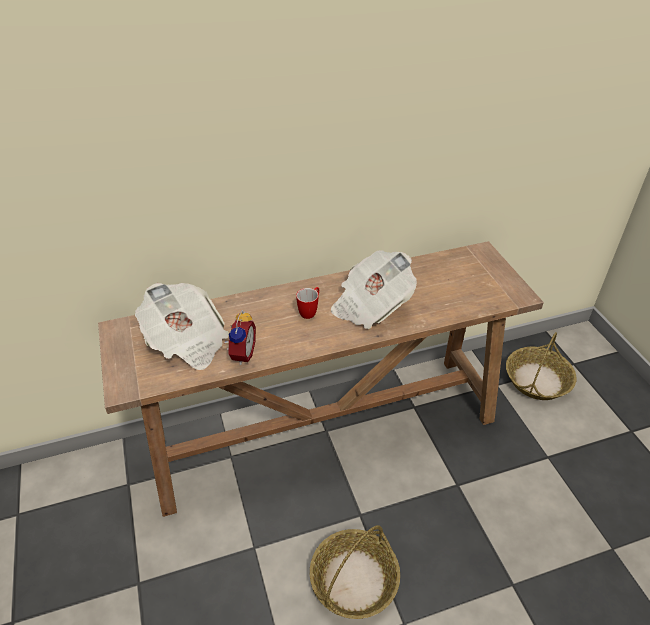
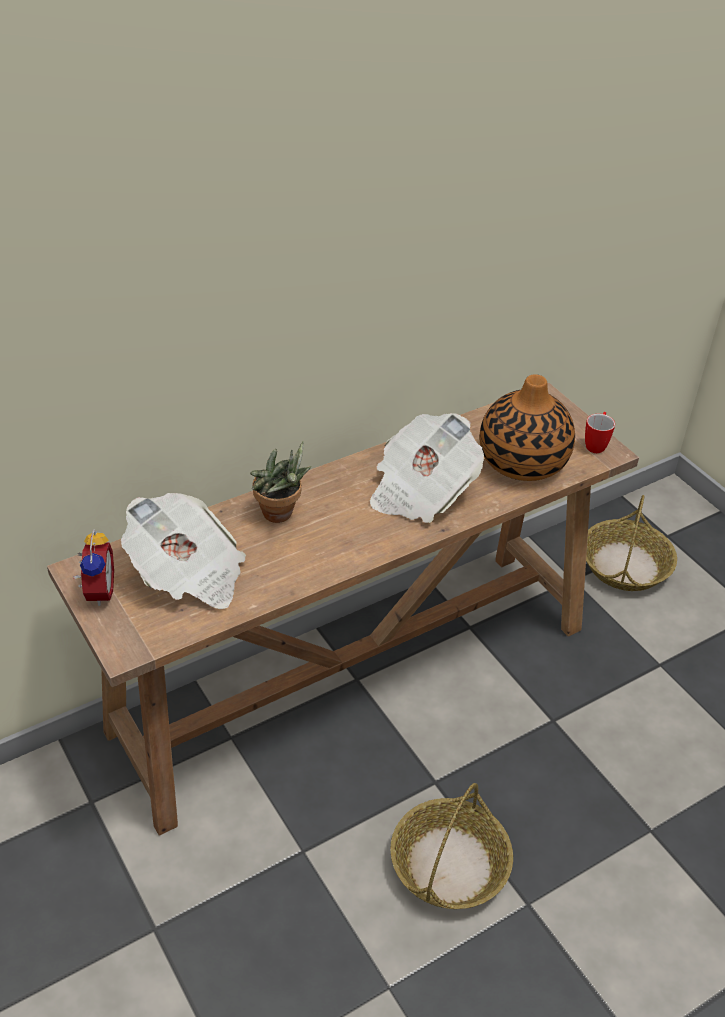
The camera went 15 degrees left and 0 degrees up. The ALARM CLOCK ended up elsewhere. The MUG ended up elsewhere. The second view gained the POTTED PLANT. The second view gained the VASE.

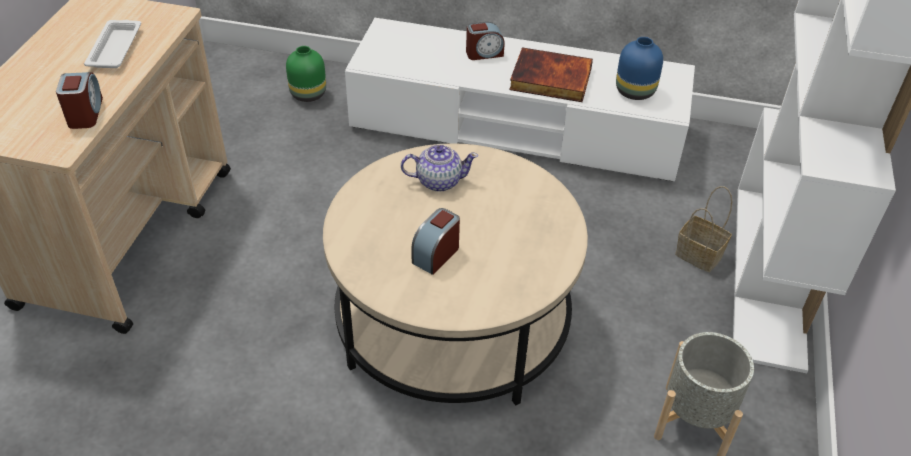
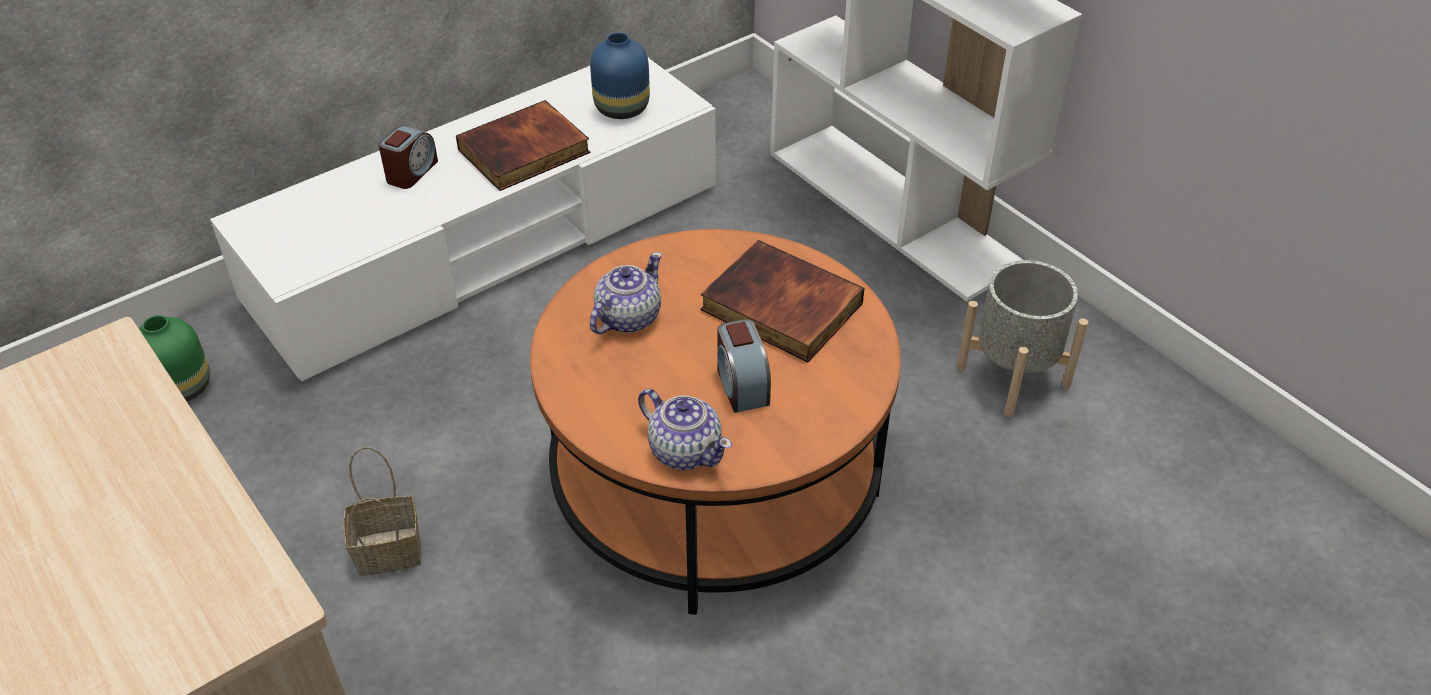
The camera went 50 degrees left and 0 degrees up. The second view lost the ALARM CLOCK (1st from left). The second view lost the WHITE TRAY. What was the BEIGE COFFEE TABLE turned into the ORANGE COFFEE TABLE. The BASKET ended up elsewhere. The second view gained the TEAPOT (2nd from left). The second view gained the BOOK (2nd from left).

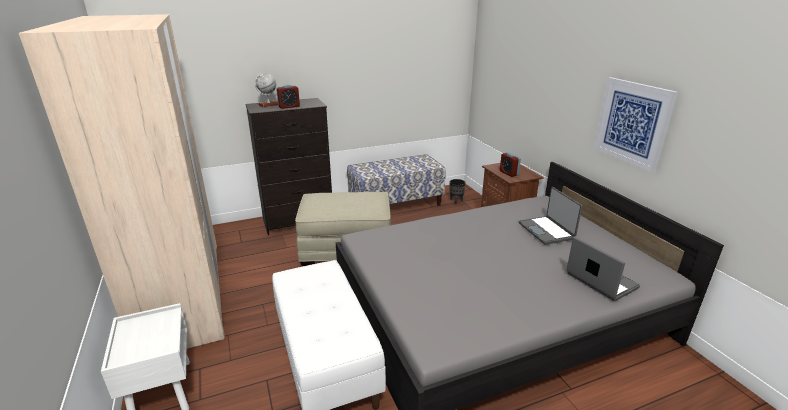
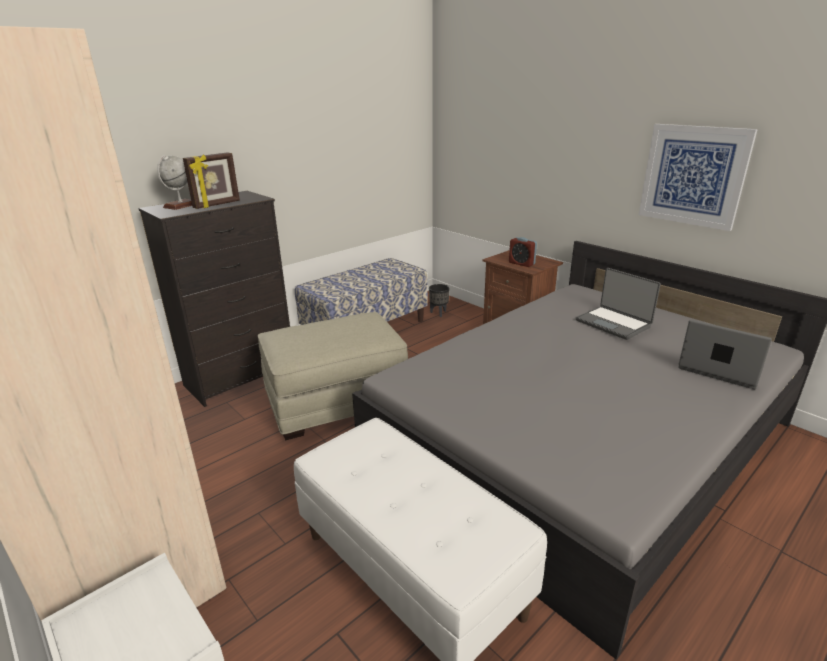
The camera went 20 degrees left and 0 degrees up. Where the ALARM CLOCK (1st from left) stood, the PICTURE FRAME came to stand.

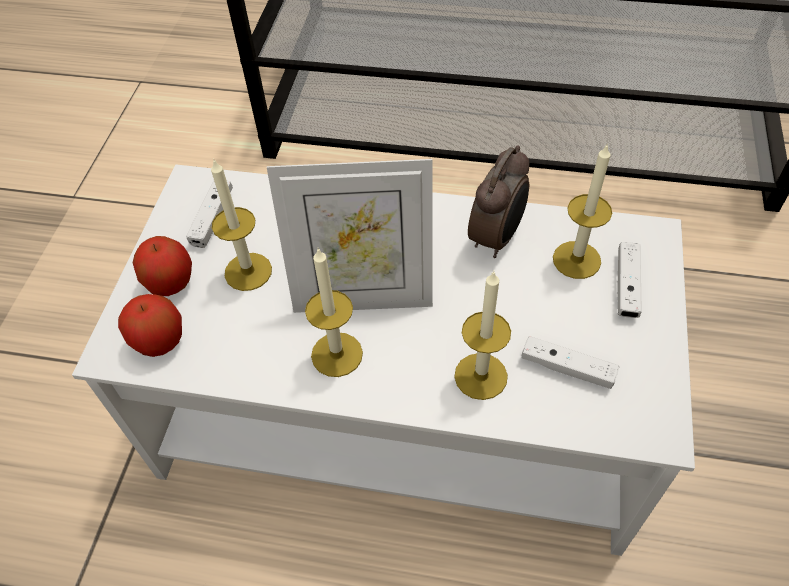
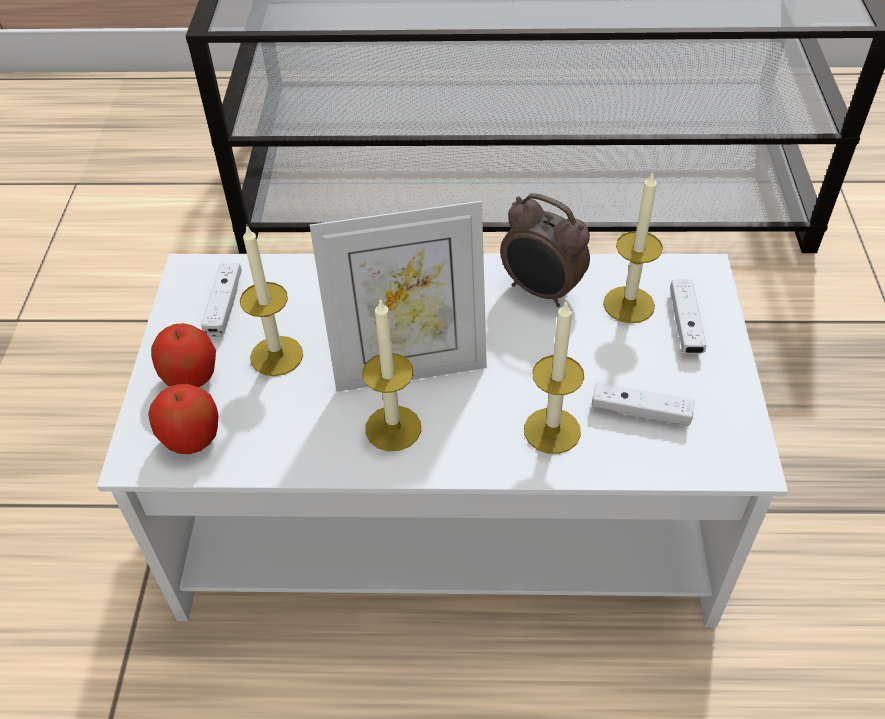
The camera went 10 degrees left and 5 degrees down. The ALARM CLOCK ended up facing another way, 105 degrees clockwise from before.

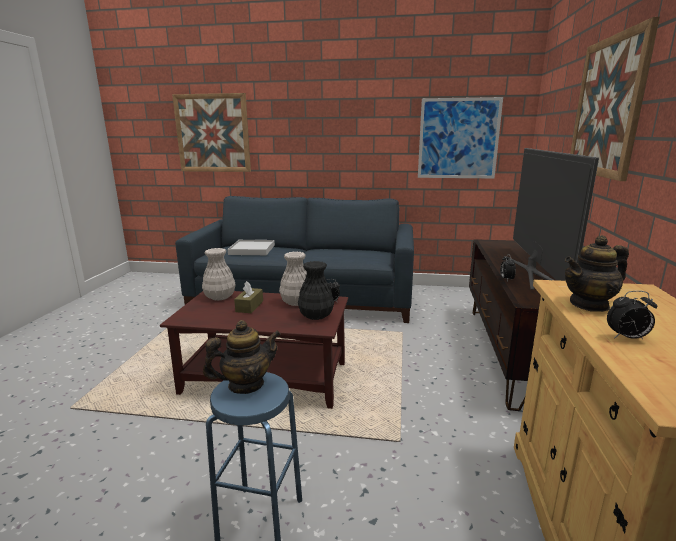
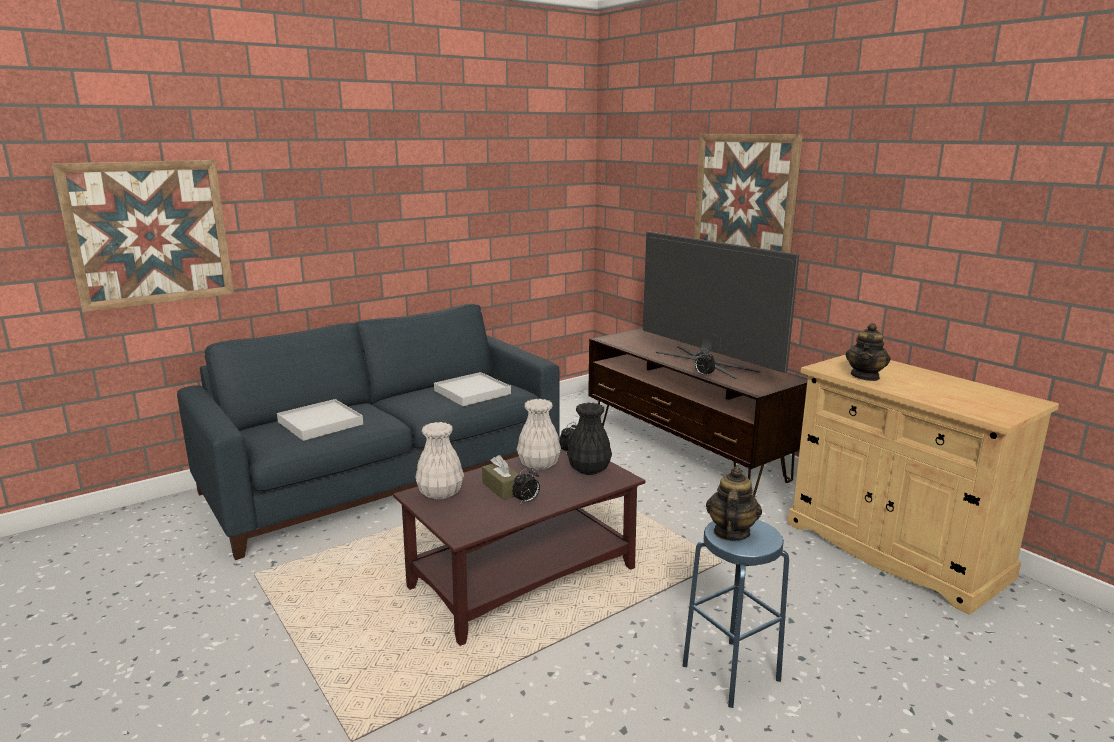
The camera went 45 degrees left and 0 degrees up. The second view lost the PICTURE (2nd from left). The ALARM CLOCK (3rd from left in the first image) ended up elsewhere. The second view gained the WHITE TRAY (2nd from left).

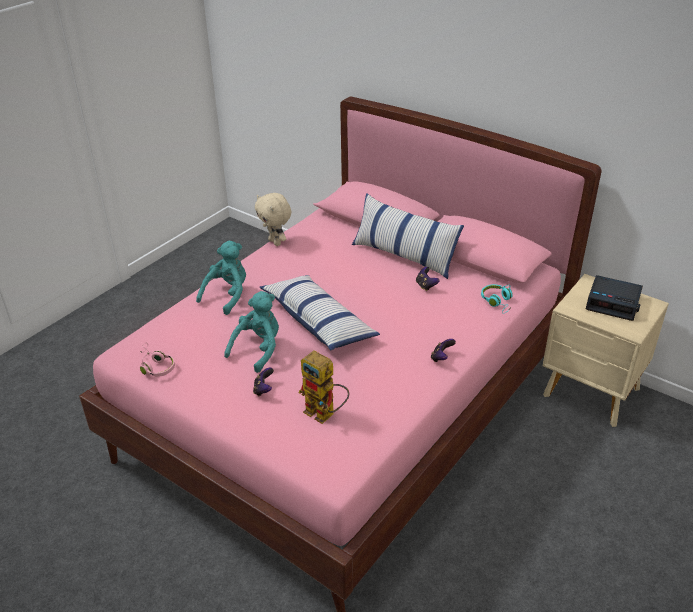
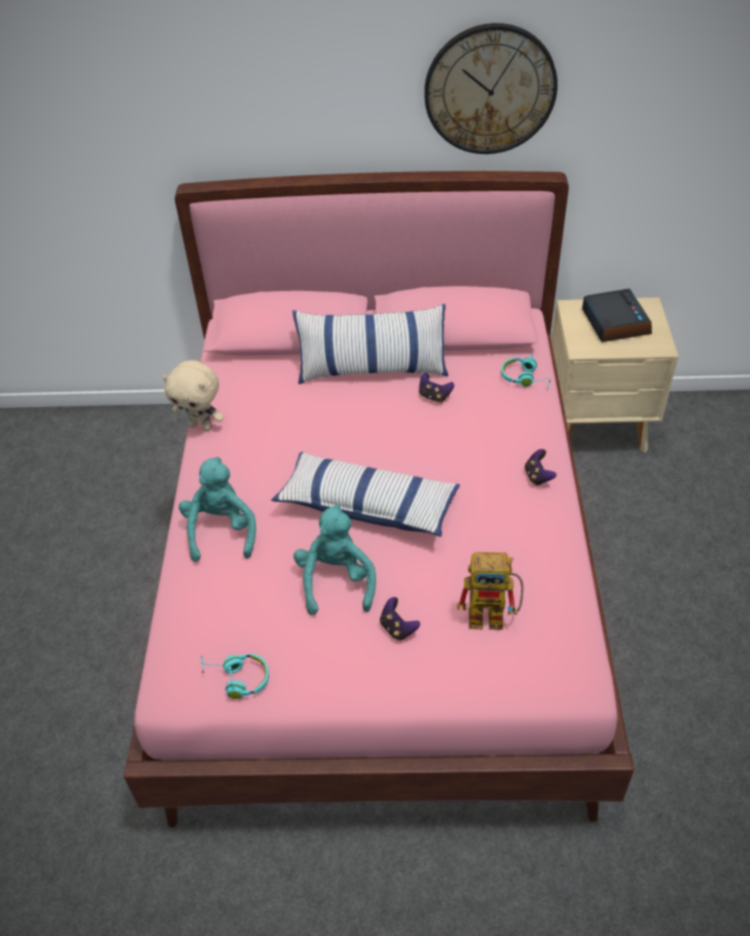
The camera went 35 degrees left and 10 degrees up. What was the PINK HEADPHONES turned into the TURQUOISE HEADPHONES (1st from left). The ALARM CLOCK ended up facing another way, 90 degrees counterclockwise from before. The second view gained the WALL CLOCK.

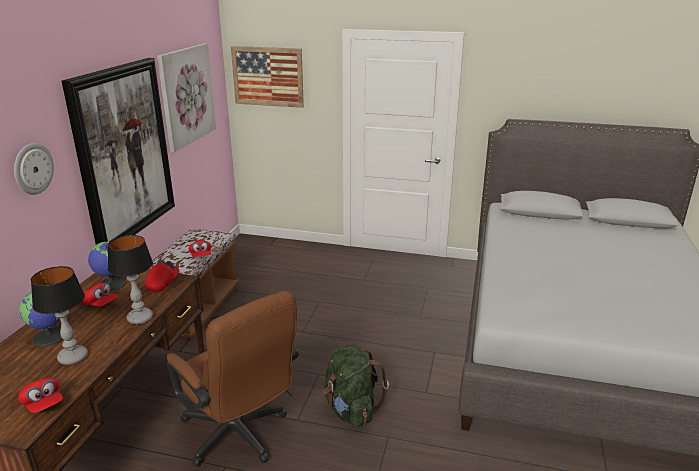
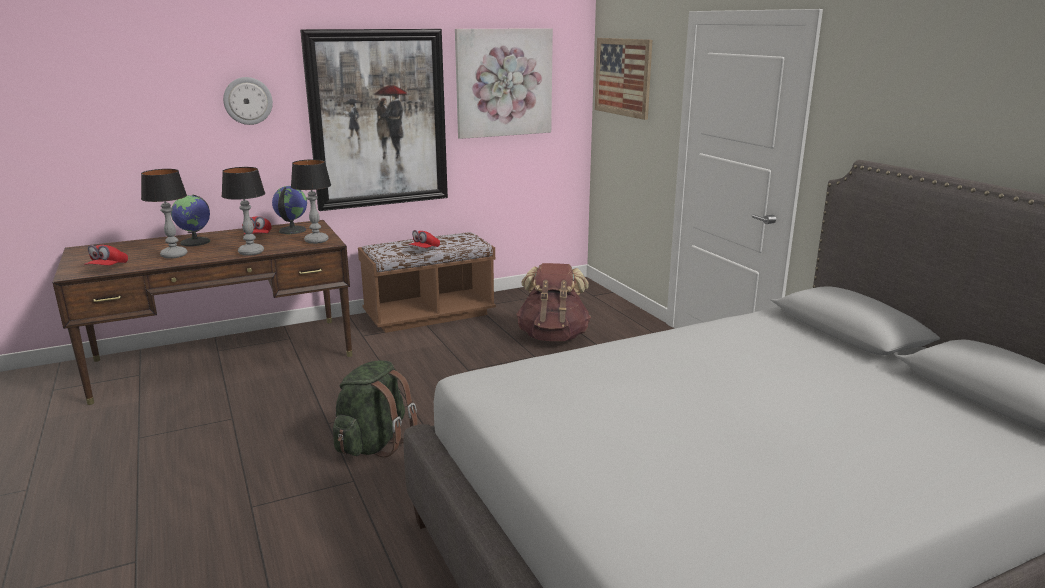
The camera went 50 degrees right and 5 degrees down. Where the RED CAP (3rd from left) stood, the TABLE LAMP (3rd from left) came to stand. The second view lost the BROWN OFFICE CHAIR. The second view gained the BROWN BACKPACK.

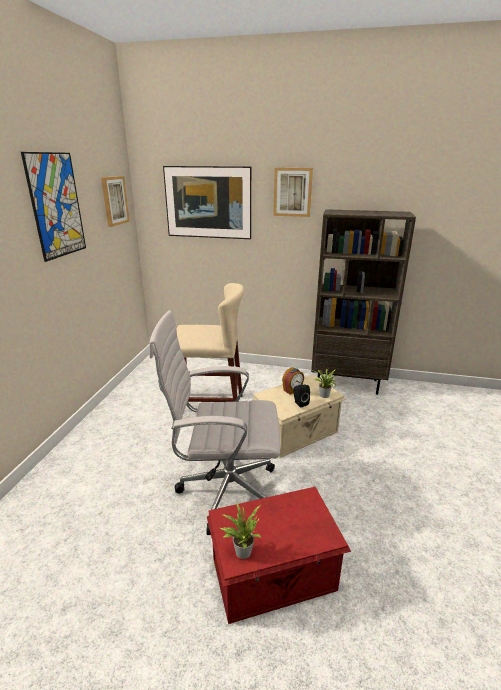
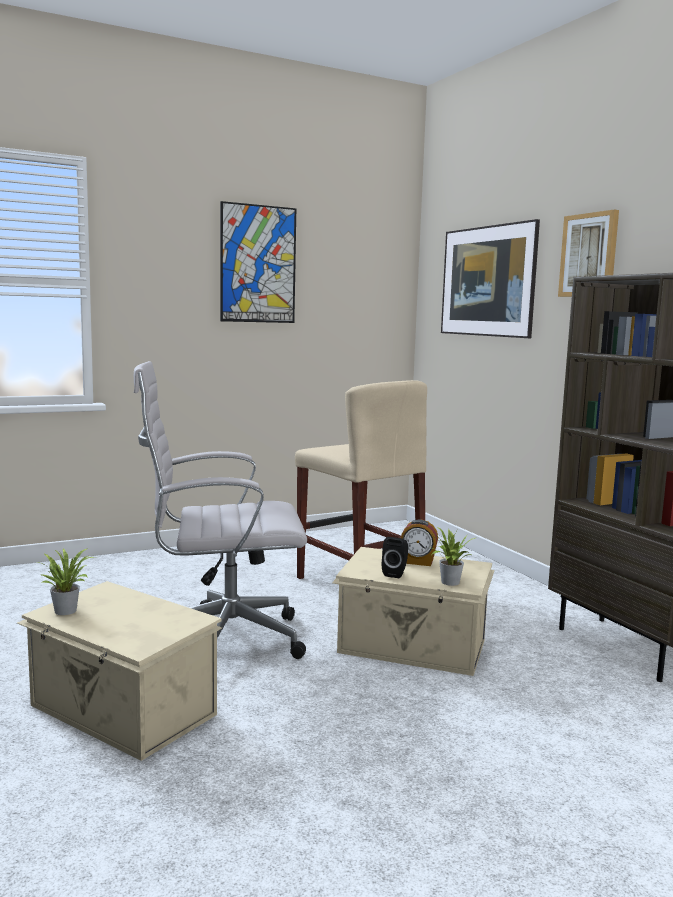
The camera went 50 degrees right and 15 degrees down. The second view lost the PICTURE (2nd from left). The WHITE OFFICE CHAIR ended up facing another way, 60 degrees counterclockwise from before. What was the RED STORAGE BOX turned into the BEIGE STORAGE BOX (1st from left).

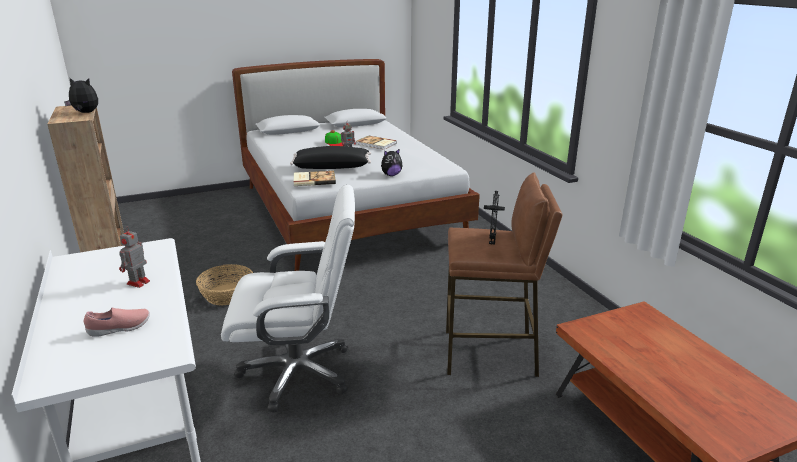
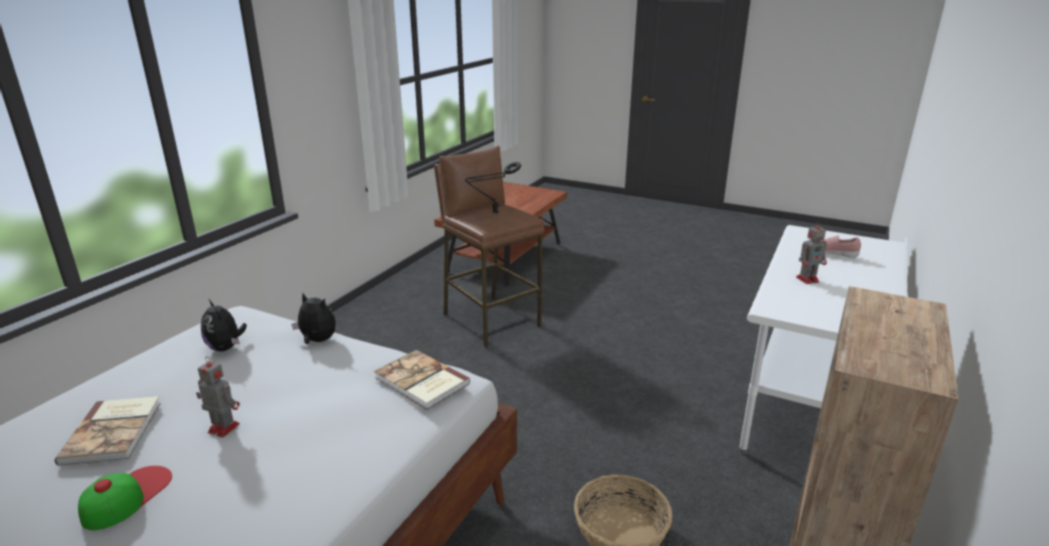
The camera went 130 degrees left and 0 degrees up. The PLUSH TOY (1st from left) ended up elsewhere. The second view lost the WHITE OFFICE CHAIR. The second view lost the BLACK PILLOW.

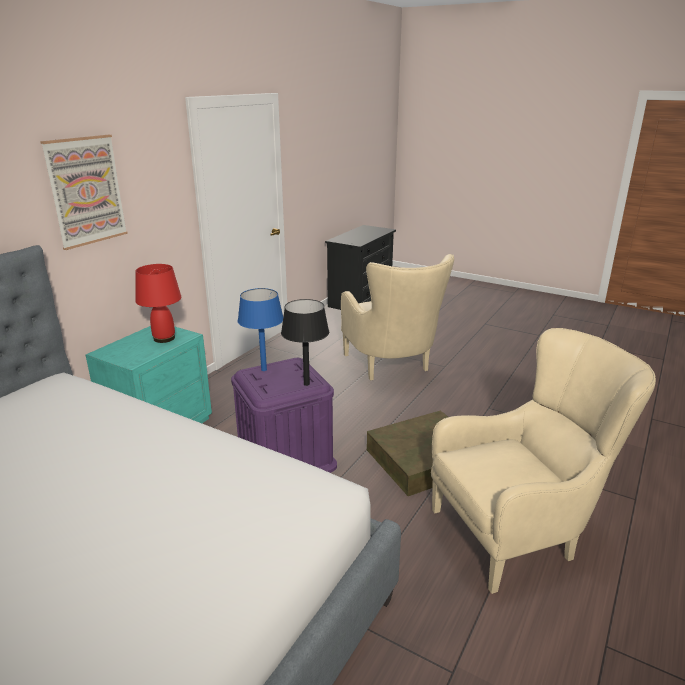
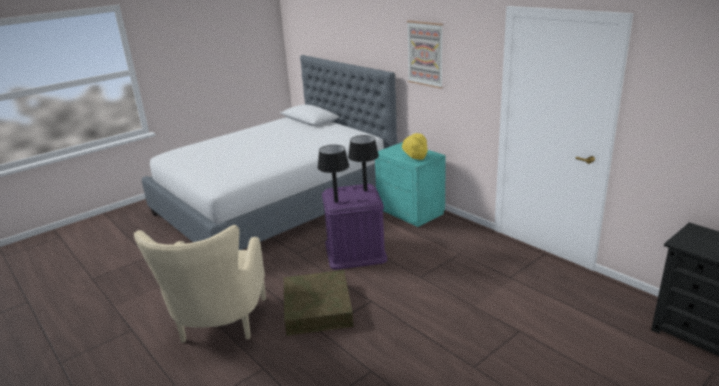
The camera went 110 degrees right and 0 degrees up. Where the RED TABLE LAMP stood, the YELLOW HAT came to stand. What was the BLUE TABLE LAMP turned into the BLACK TABLE LAMP (2nd from left). The second view lost the BEIGE ARMCHAIR (1st from left).

